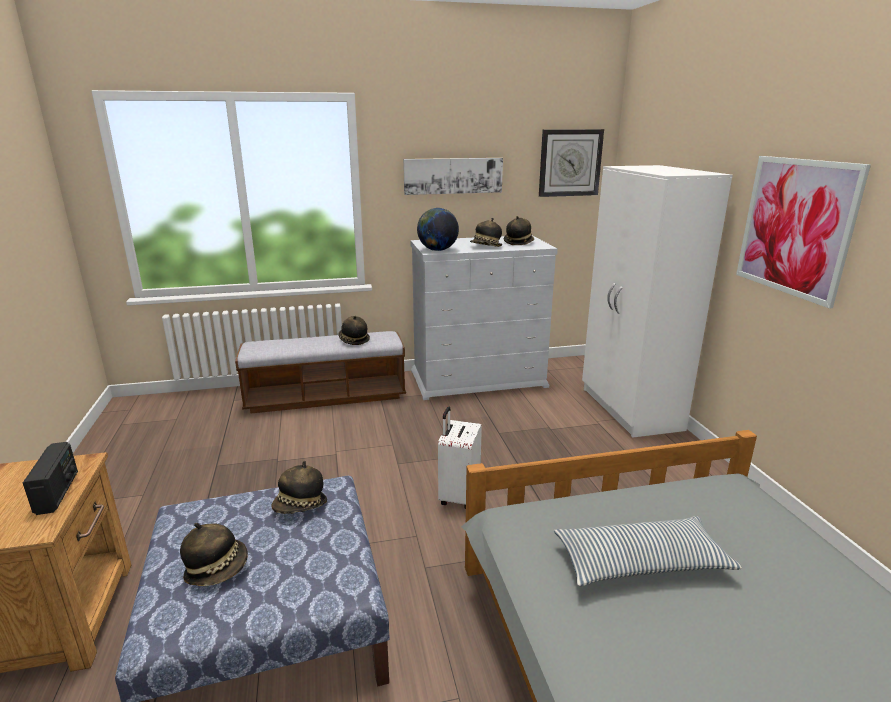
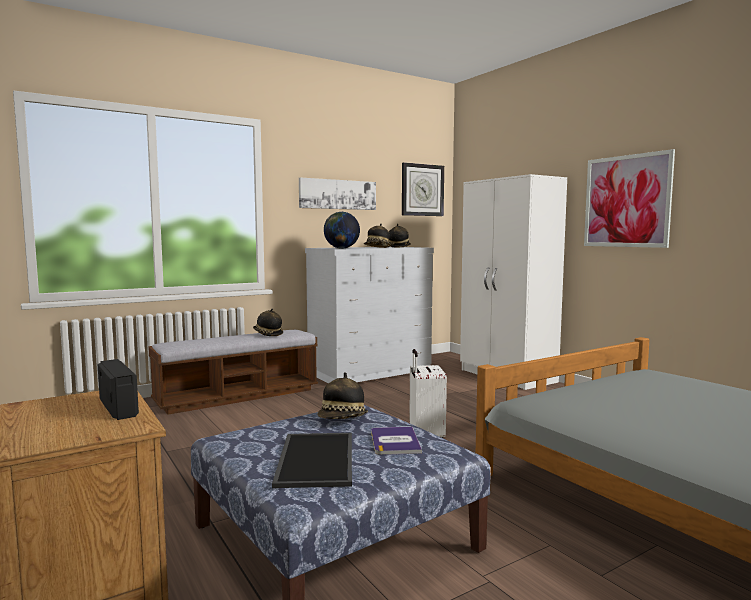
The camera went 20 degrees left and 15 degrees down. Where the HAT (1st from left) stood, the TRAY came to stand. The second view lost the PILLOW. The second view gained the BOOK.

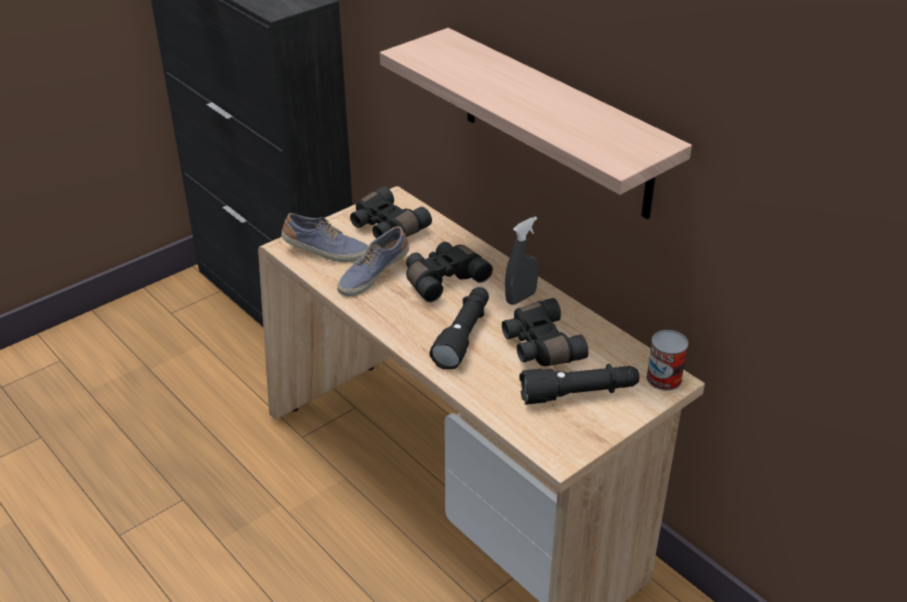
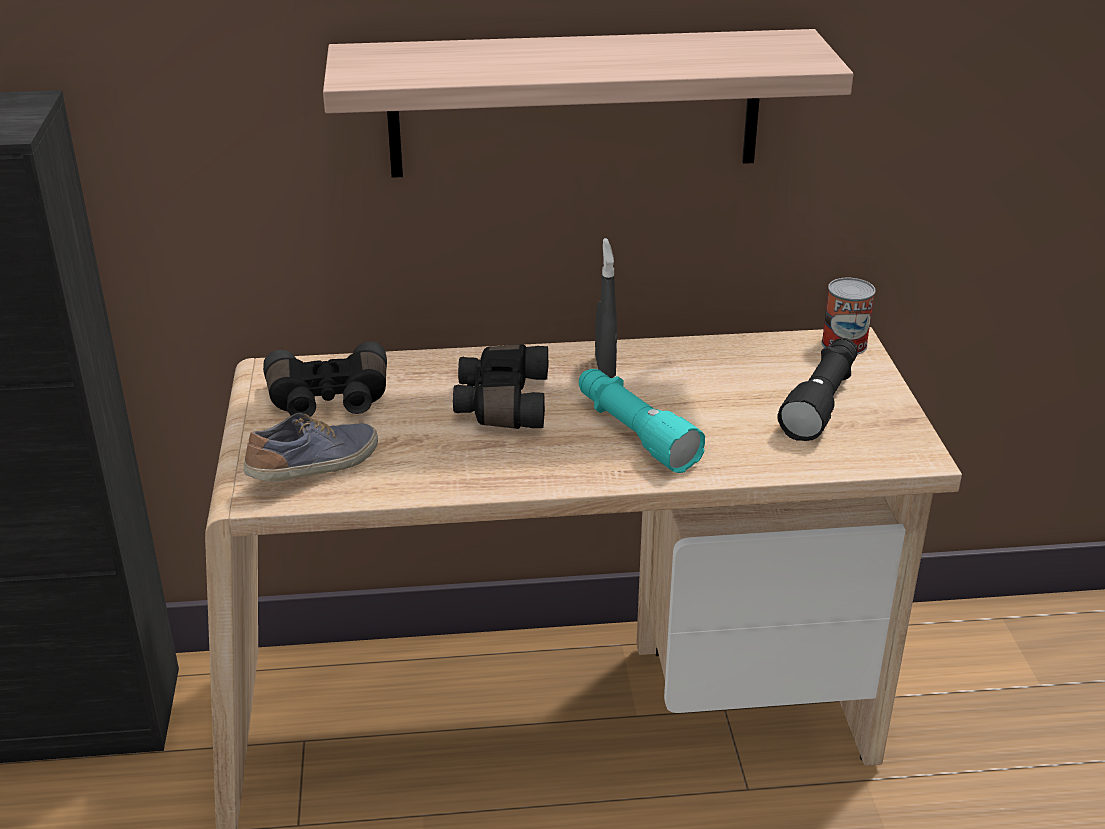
The camera went 55 degrees left and 5 degrees down. The second view lost the SHOE (2nd from left). What was the BLACK FLASHLIGHT (1st from left) turned into the TURQUOISE FLASHLIGHT. The second view lost the BLACK BINOCULARS (3rd from left).

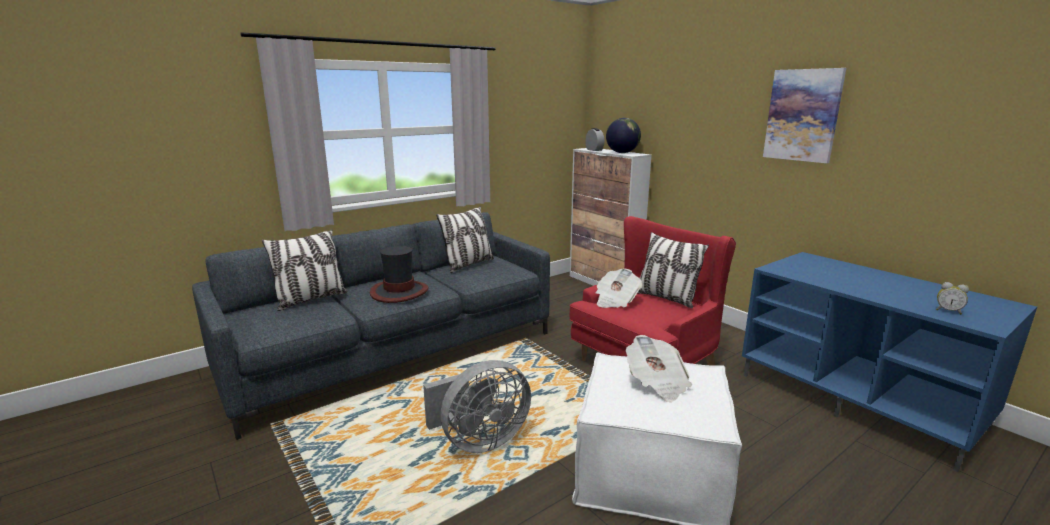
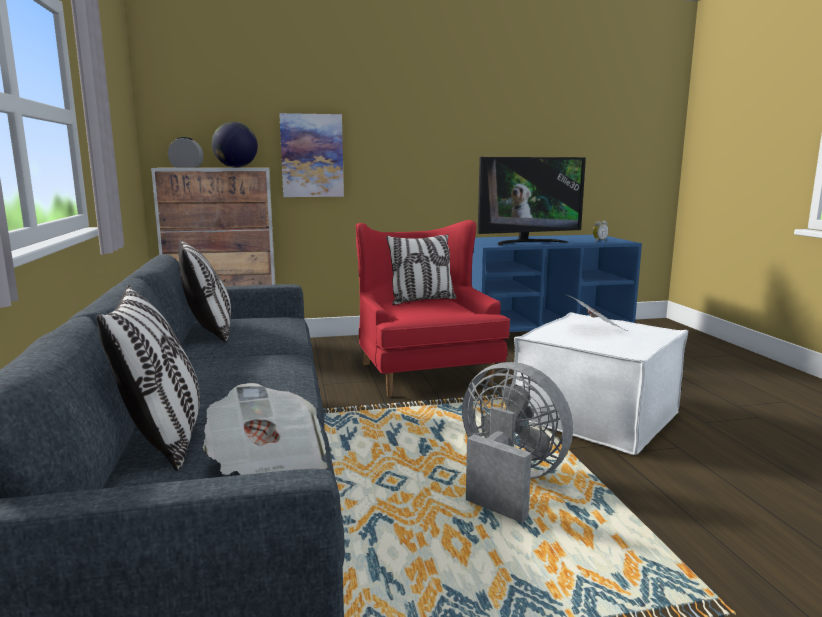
The camera went 65 degrees left and 5 degrees down. The second view lost the HAT. The GREY FAN ended up facing another way, 45 degrees counterclockwise from before. The NEWSPAPER (1st from left) ended up elsewhere. The PICTURE ended up elsewhere. The second view gained the TELEVISION.

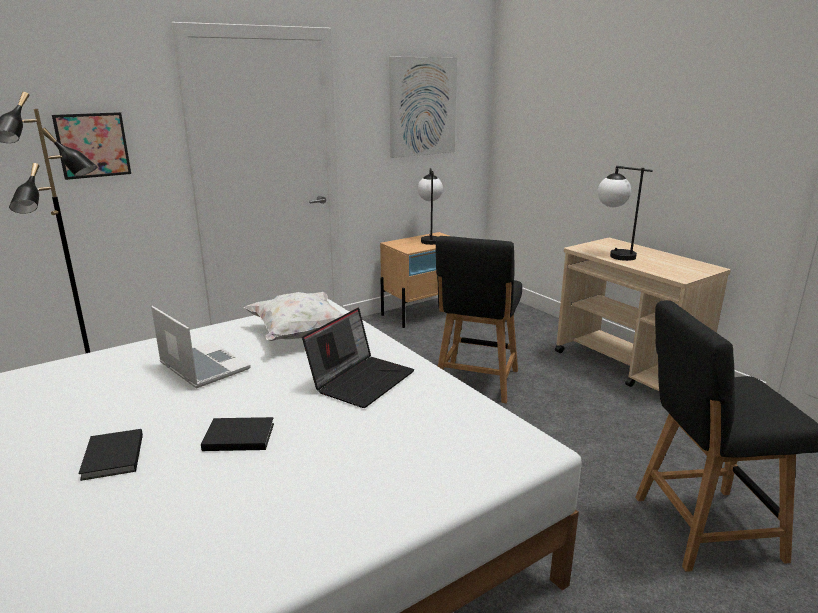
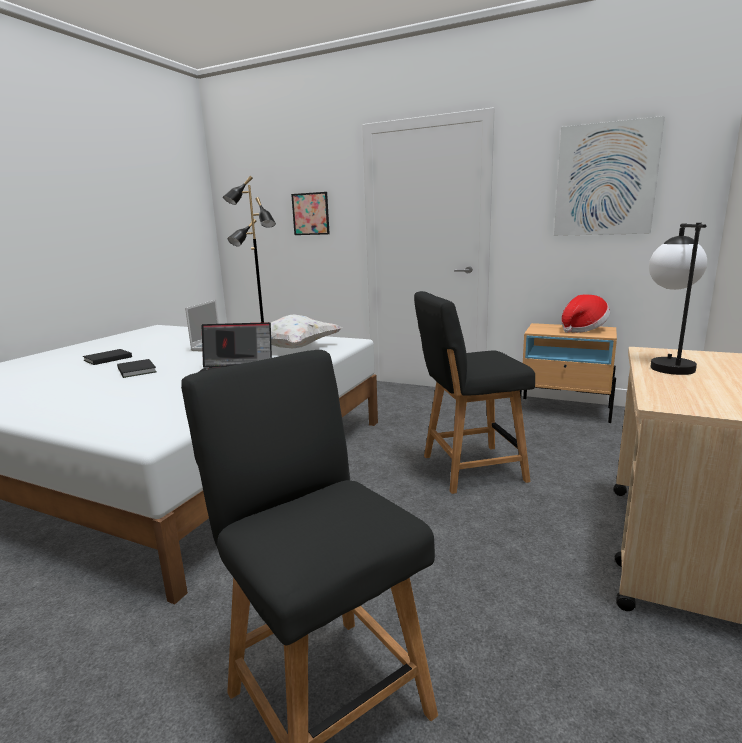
The camera went 60 degrees right and 5 degrees down. Where the TABLE LAMP (1st from left) stood, the HAT came to stand.

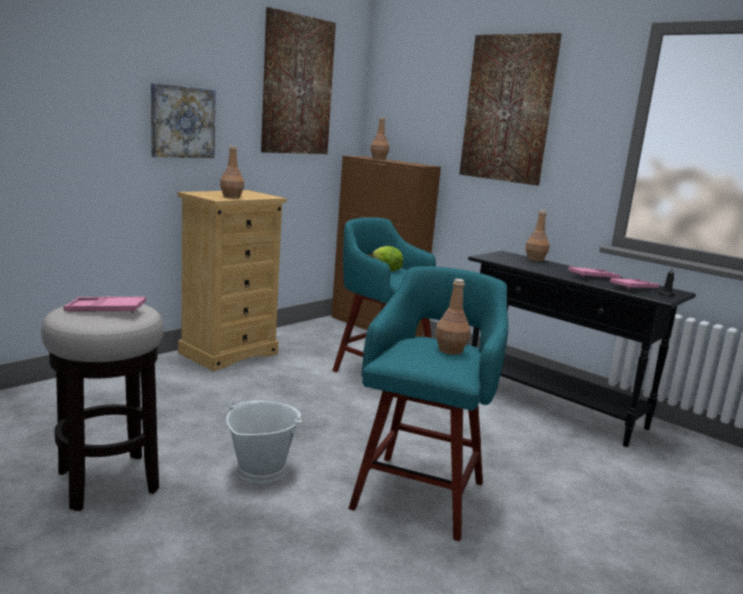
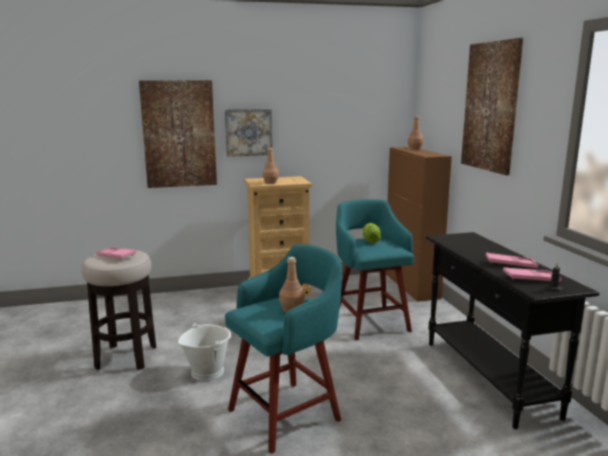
The camera went 35 degrees right and 0 degrees up. The PICTURE (2nd from left in the first image) ended up elsewhere. The second view lost the BROWN BOTTLE (4th from left).

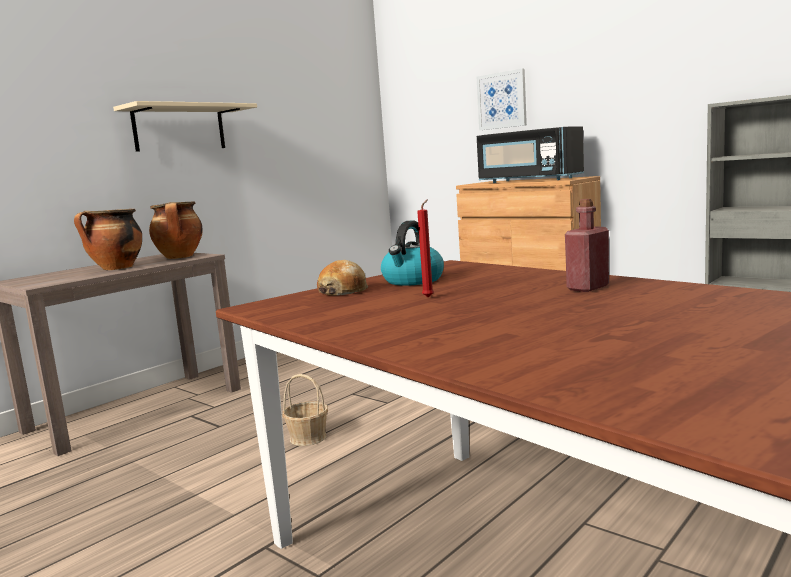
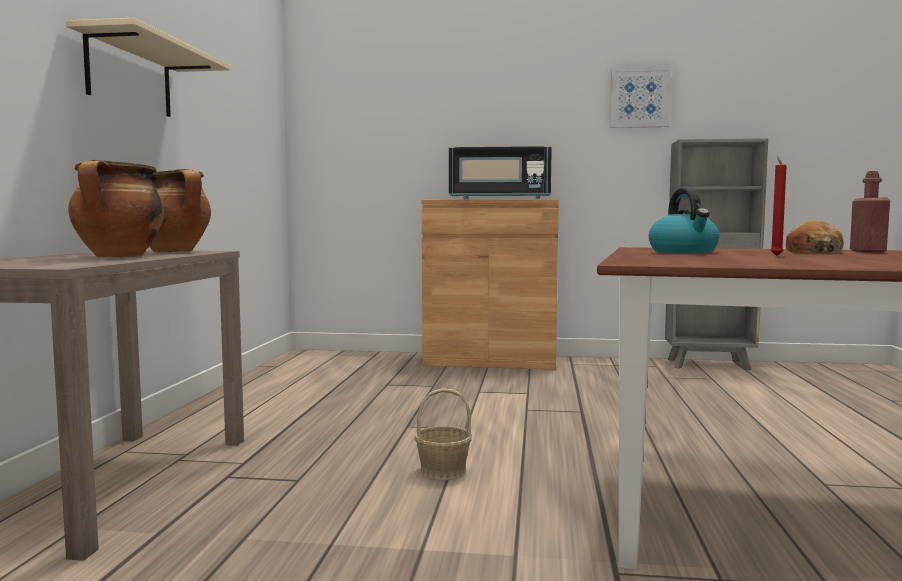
The camera went 35 degrees left and 5 degrees down. The BREAD ended up elsewhere. The PICTURE ended up elsewhere.

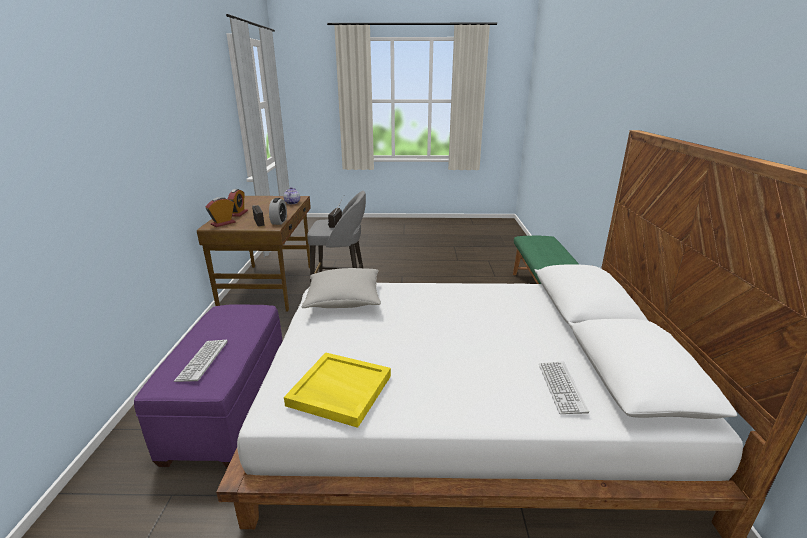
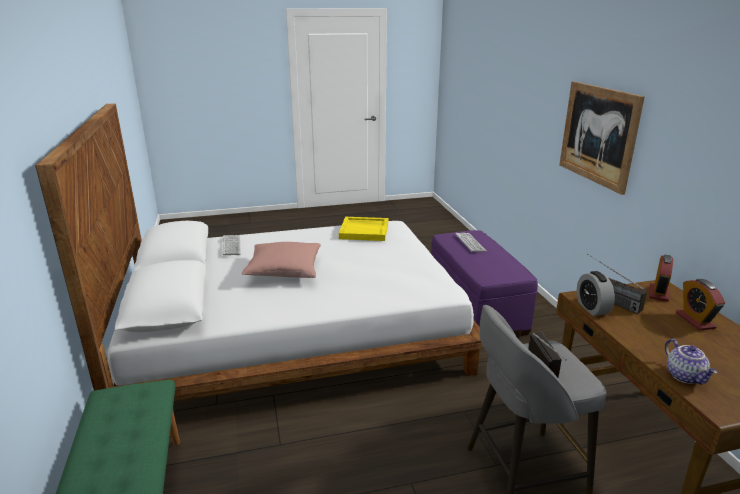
The camera went 165 degrees right and 0 degrees up. The second view lost the GREY PILLOW. The second view gained the PINK PILLOW. The second view gained the PICTURE.

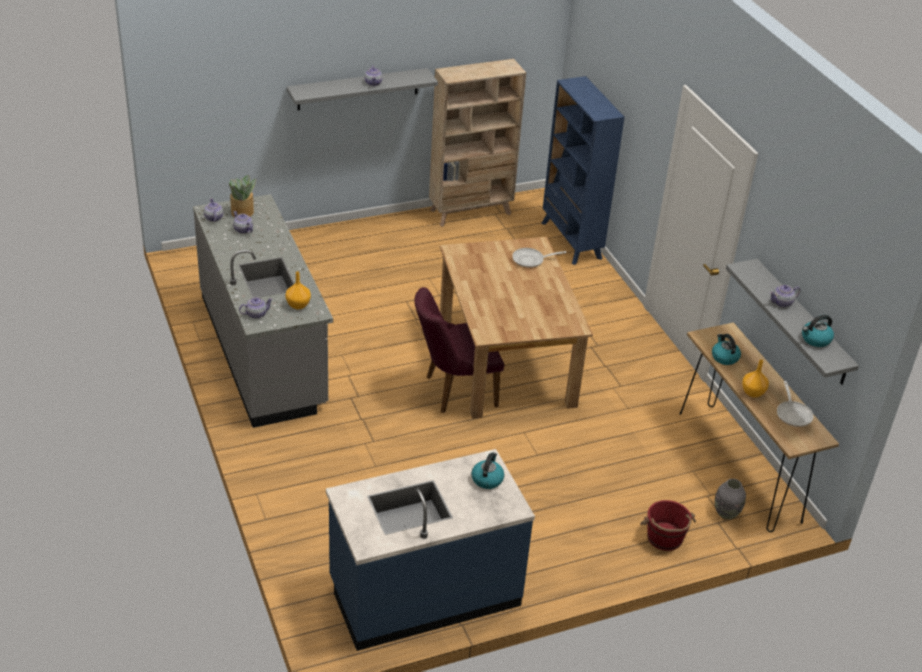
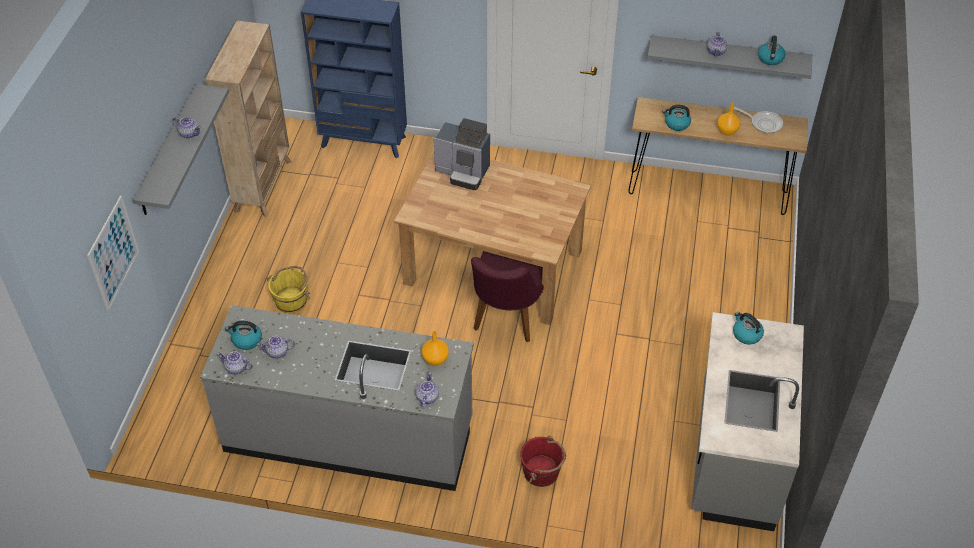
The camera went 55 degrees left and 10 degrees up. Where the POTTED PLANT stood, the KETTLE (1st from left) came to stand. What was the BLUE COUNTER turned into the GREY COUNTER (2nd from left). Where the FRYING PAN (1st from left) stood, the COFFEE MACHINE came to stand. The RED BUCKET ended up elsewhere. The second view lost the GREY VASE. The second view gained the PICTURE. The second view gained the YELLOW BUCKET.

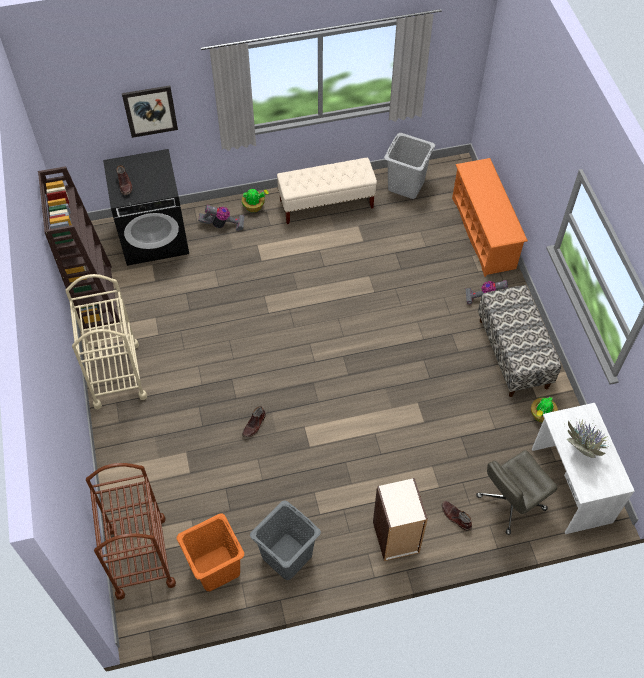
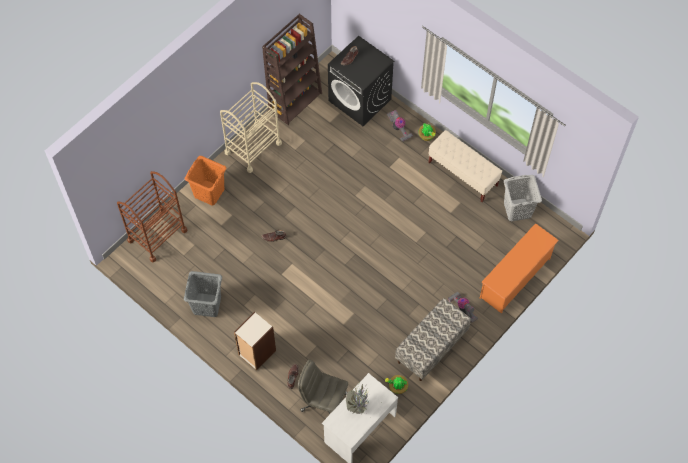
The camera went 55 degrees right and 5 degrees up. The second view lost the PICTURE. The ORANGE LAUNDRY BASKET ended up elsewhere.

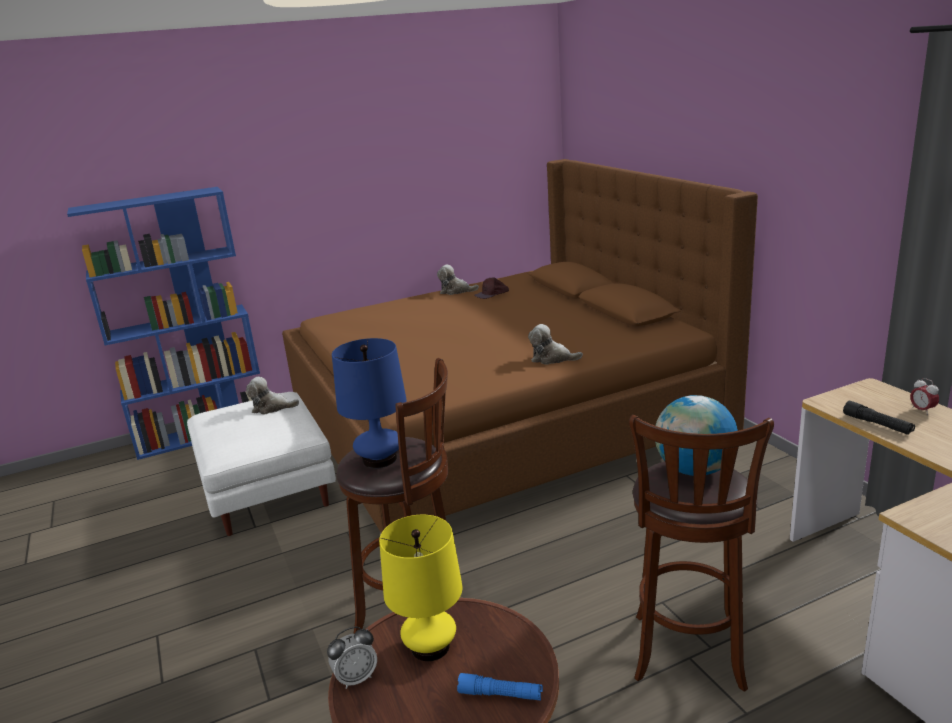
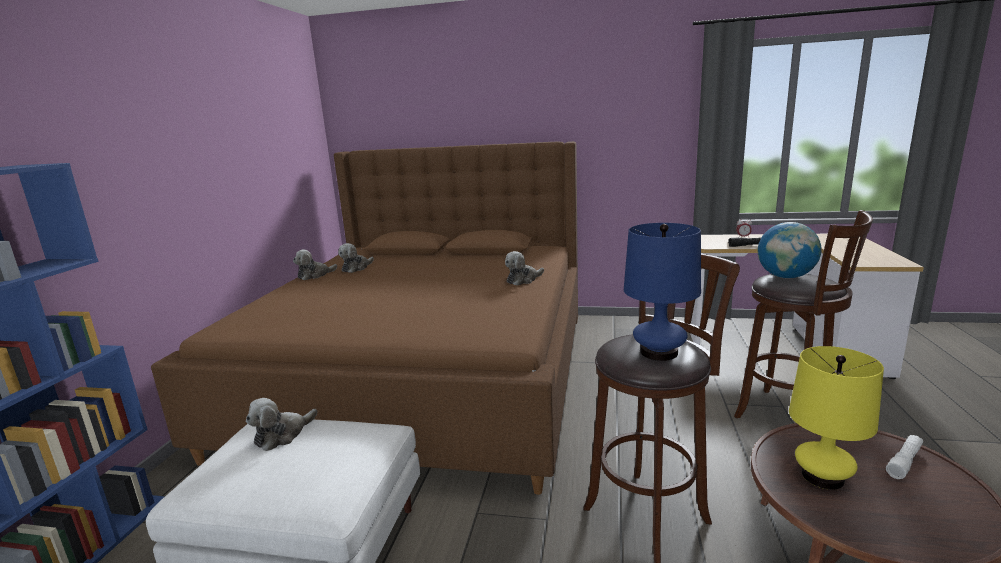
The camera went 55 degrees left and 5 degrees down. The second view lost the ALARM CLOCK (1st from left). What was the BLUE FLASHLIGHT turned into the WHITE FLASHLIGHT. Where the BROWN CAP stood, the PLUSH TOY (3rd from left) came to stand.

